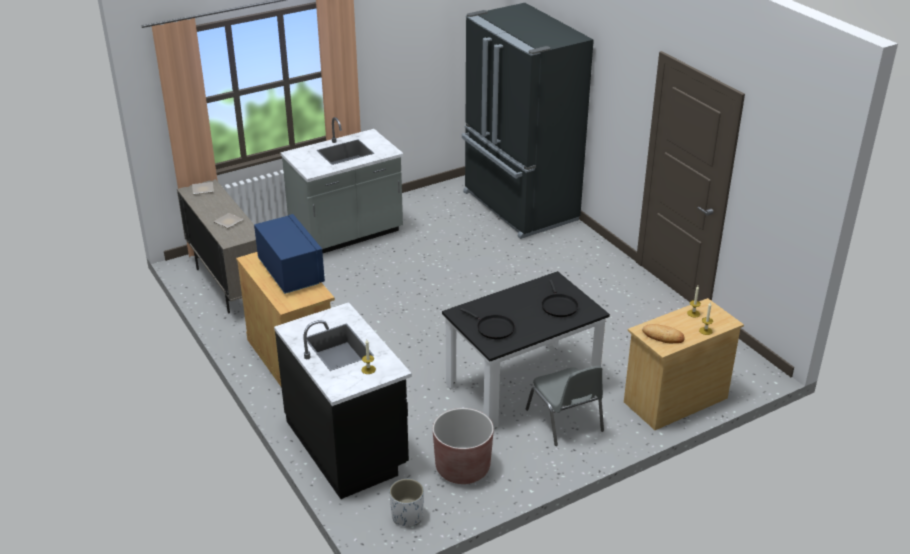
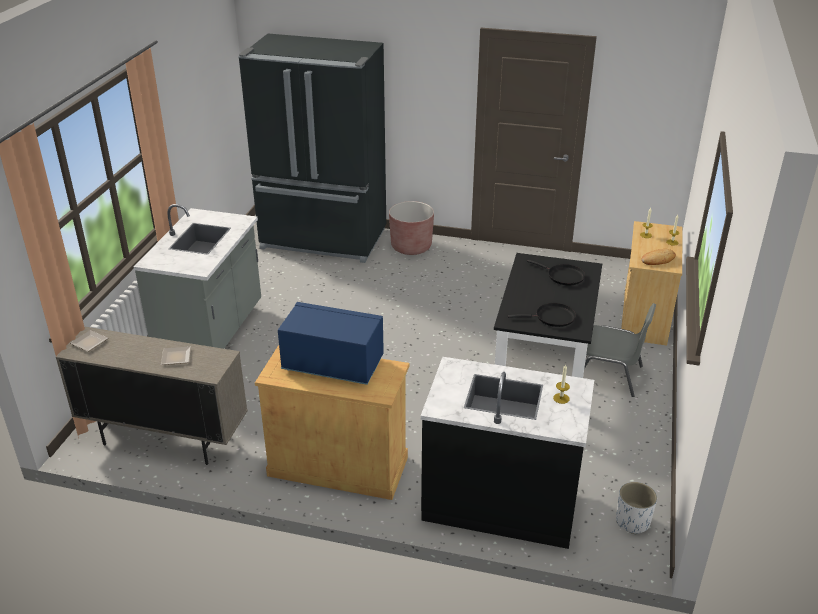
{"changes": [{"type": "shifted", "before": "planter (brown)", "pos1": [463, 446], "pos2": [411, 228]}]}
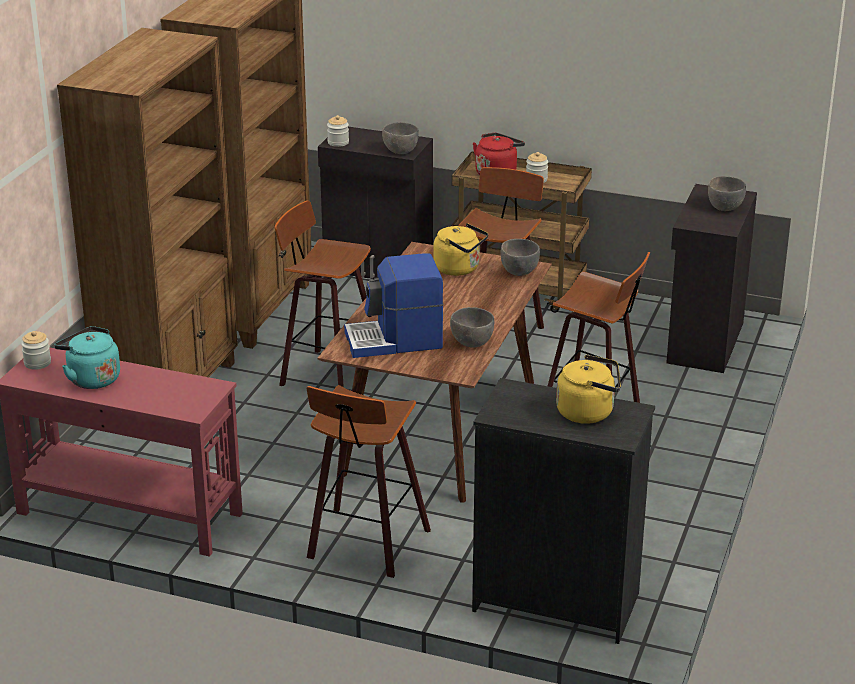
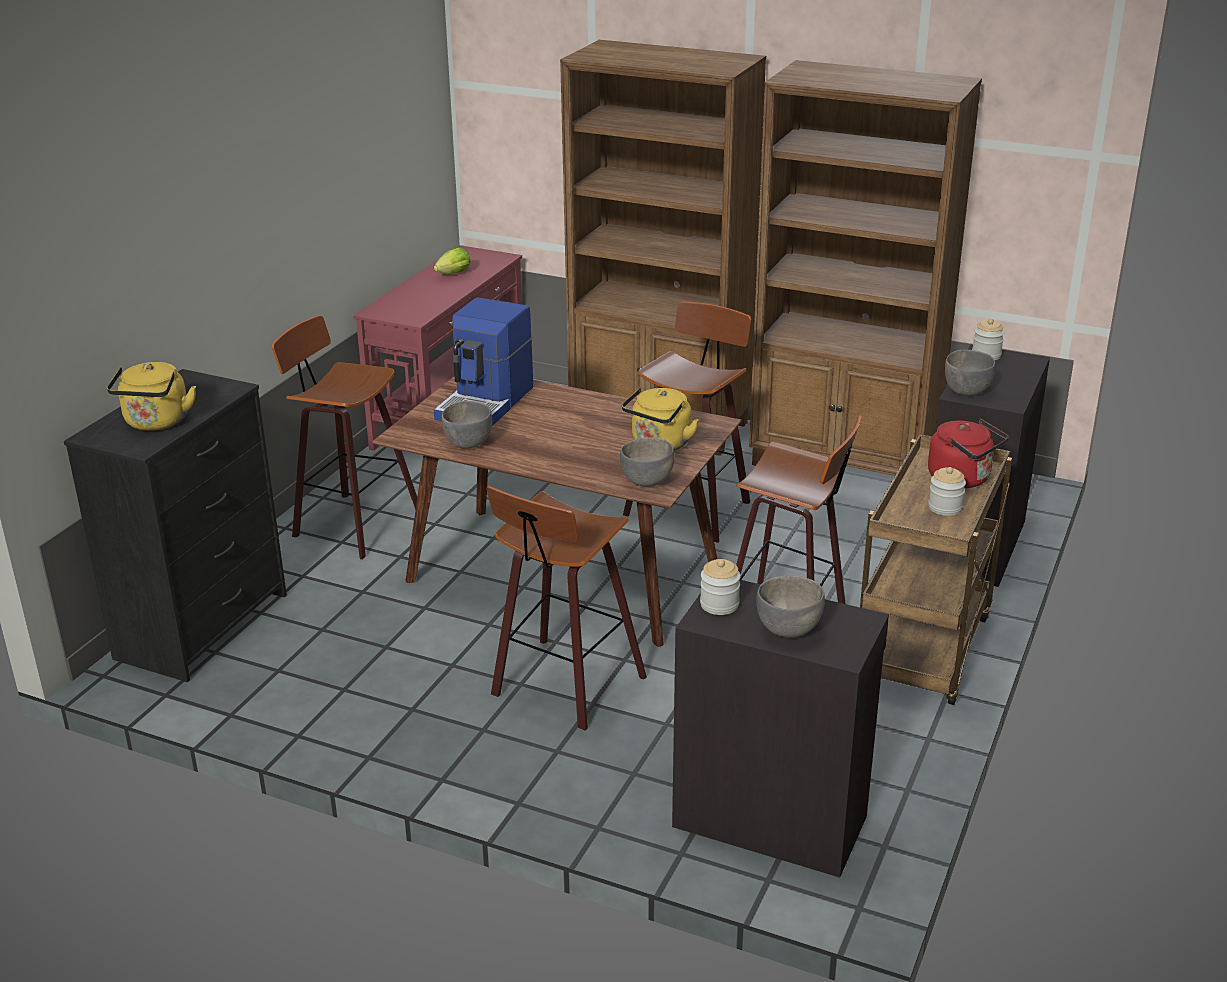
{"changes": [{"type": "rotated", "before": "coffee machine", "pos1": [393, 305], "pos2": [483, 361], "turn": -150}, {"type": "swapped", "before": "kettle (turquoise)", "after": "lettuce", "pos1": [87, 357], "pos2": [452, 260]}, {"type": "shifted", "before": "jar", "pos1": [36, 350], "pos2": [720, 587]}]}
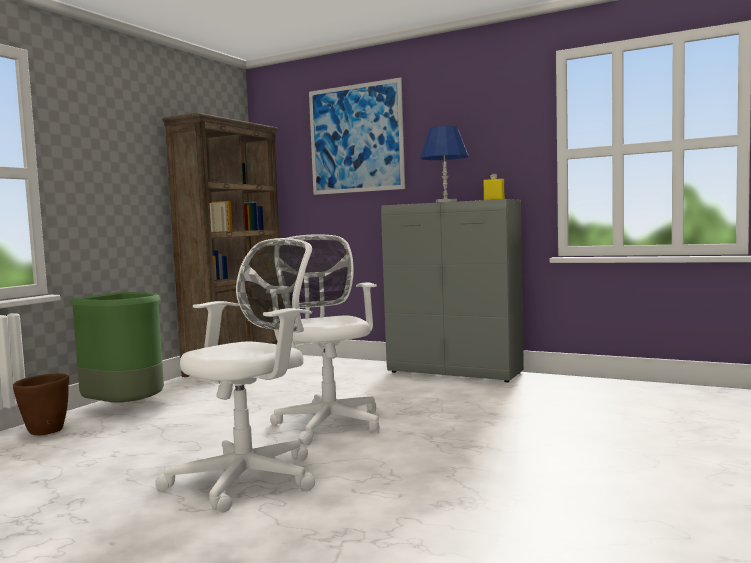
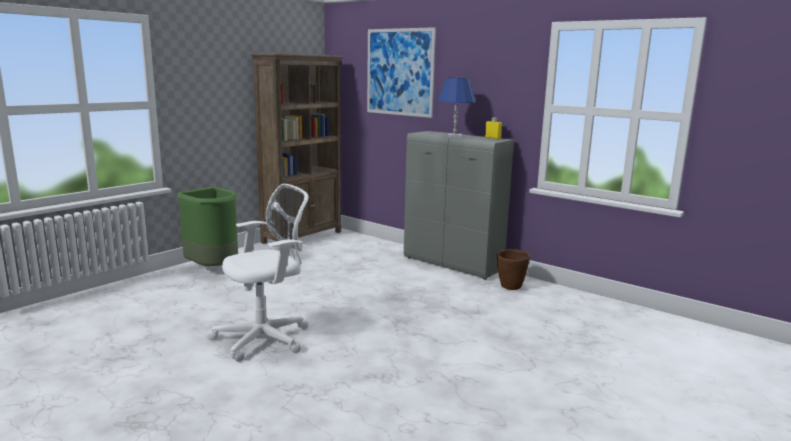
{"changes": [{"type": "gone", "before": "office chair (white)", "pos1": [325, 339]}, {"type": "shifted", "before": "planter (brown)", "pos1": [41, 404], "pos2": [513, 269]}]}
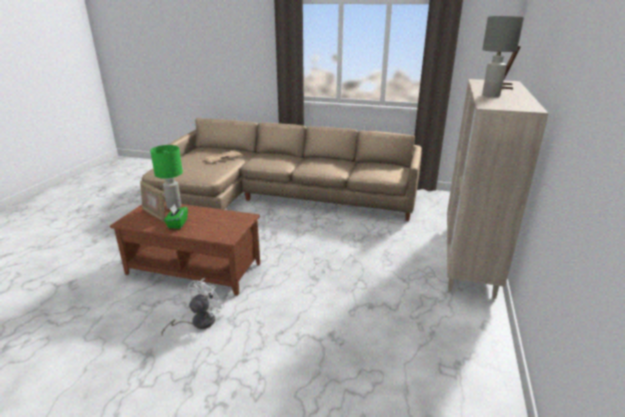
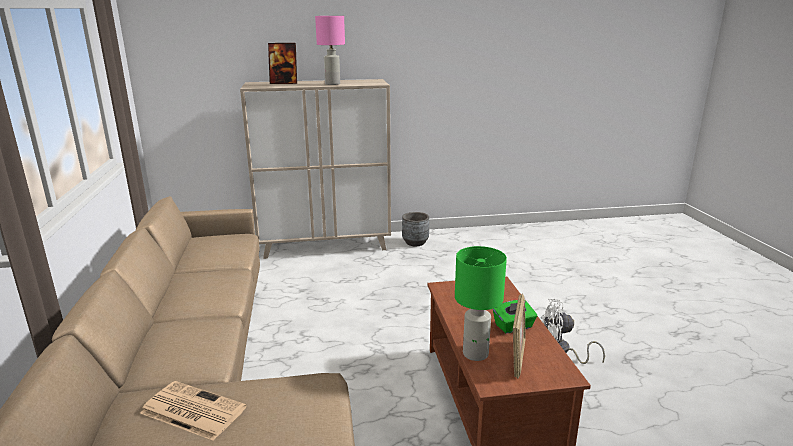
{"changes": [{"type": "repainted", "before": "table lamp (grey)", "after": "table lamp (pink)", "pos1": [503, 56], "pos2": [330, 50]}, {"type": "new", "after": "planter (grey)", "pos2": [415, 229]}]}
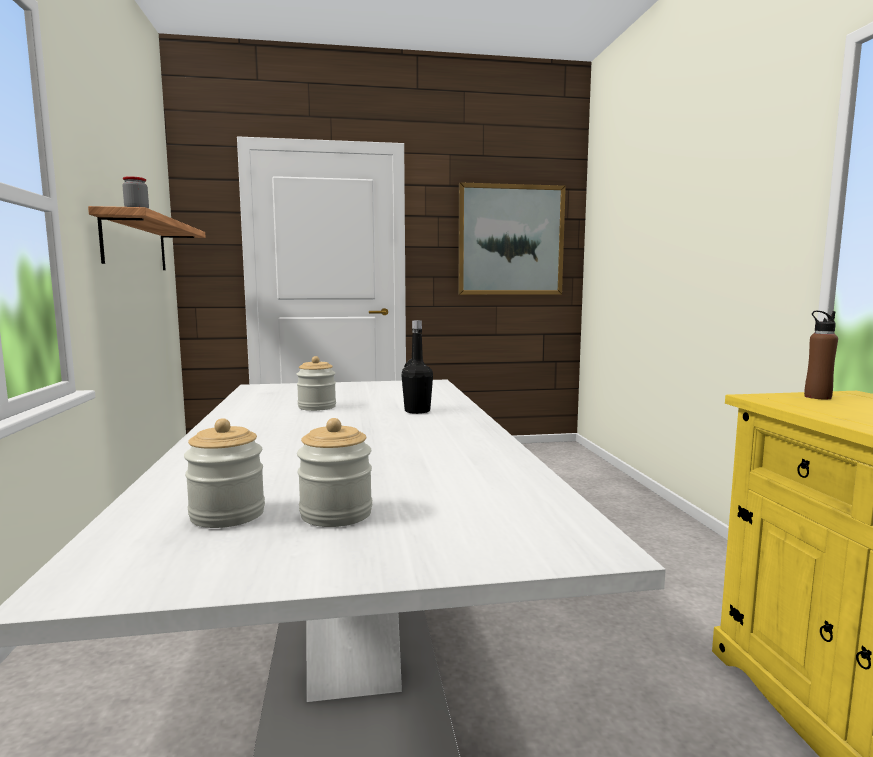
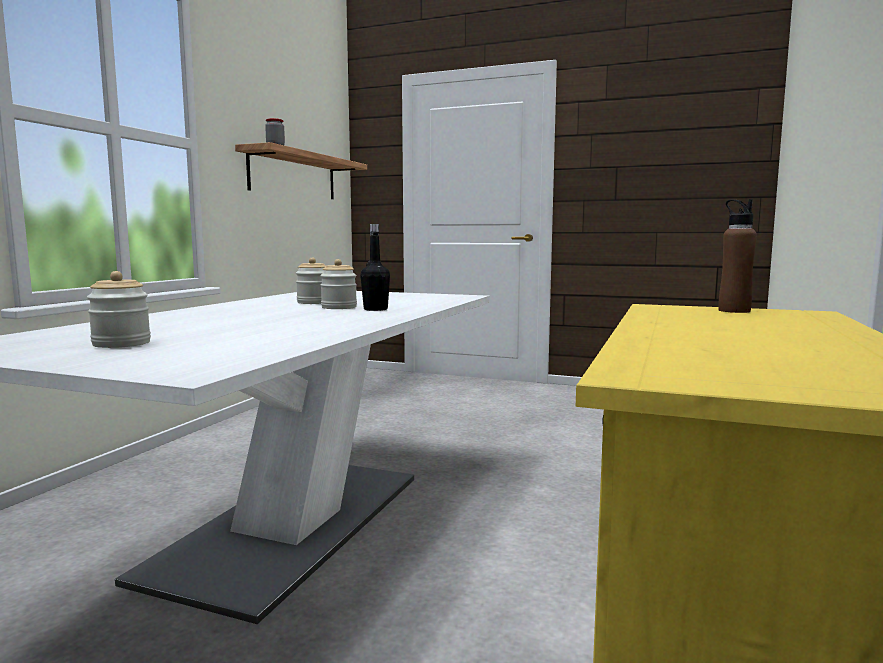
{"changes": [{"type": "gone", "before": "picture", "pos1": [512, 238]}, {"type": "shifted", "before": "jar", "pos1": [224, 473], "pos2": [338, 284]}]}
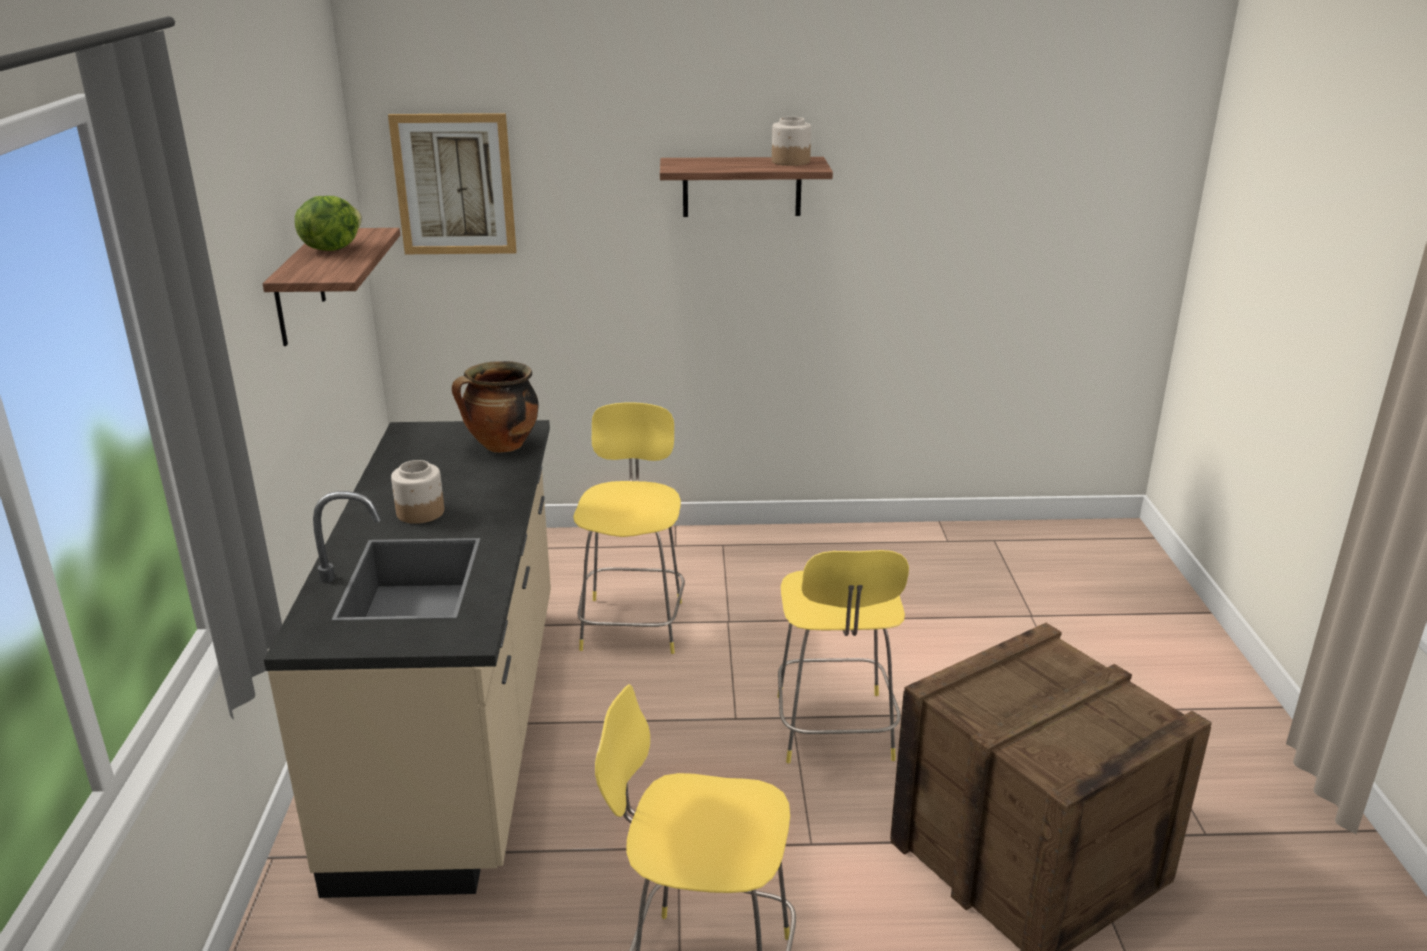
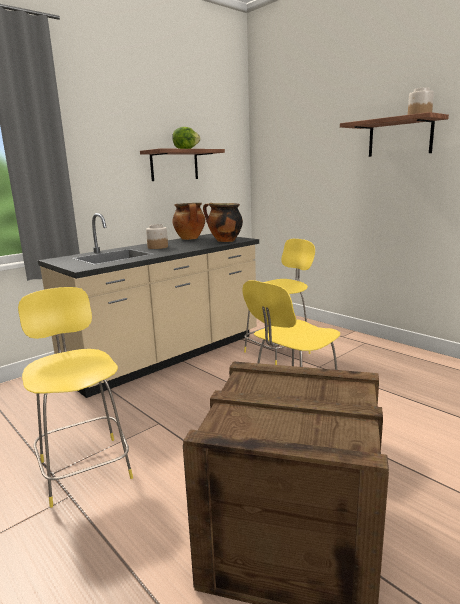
{"changes": [{"type": "gone", "before": "picture", "pos1": [452, 183]}, {"type": "new", "after": "cooking pot", "pos2": [189, 221]}]}
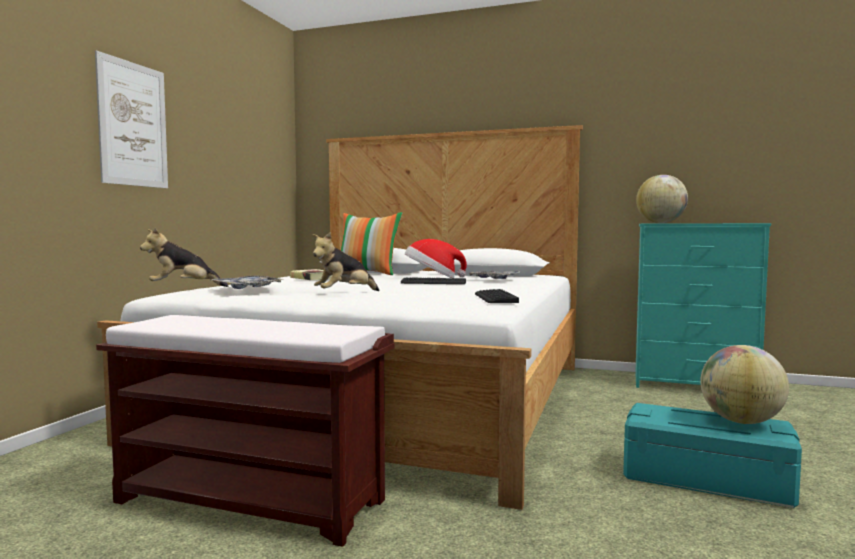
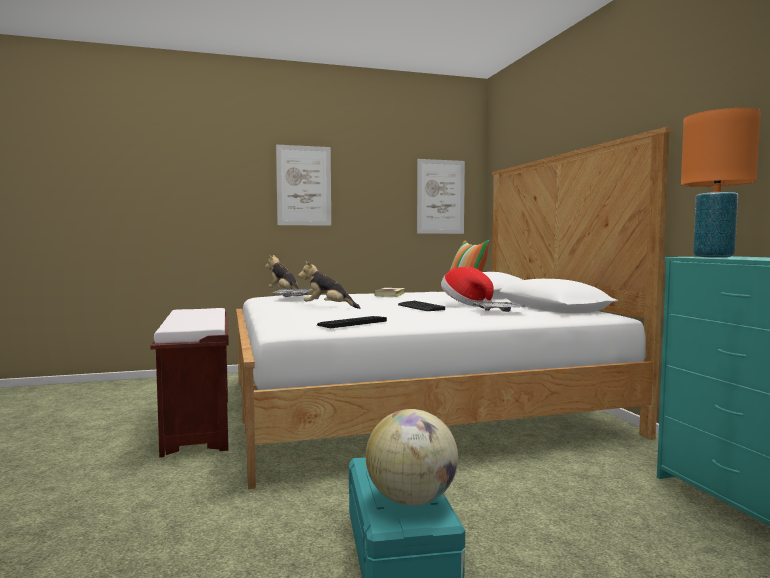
{"changes": [{"type": "swapped", "before": "globe", "after": "table lamp (orange)", "pos1": [662, 199], "pos2": [721, 182]}, {"type": "new", "after": "picture", "pos2": [441, 196]}]}
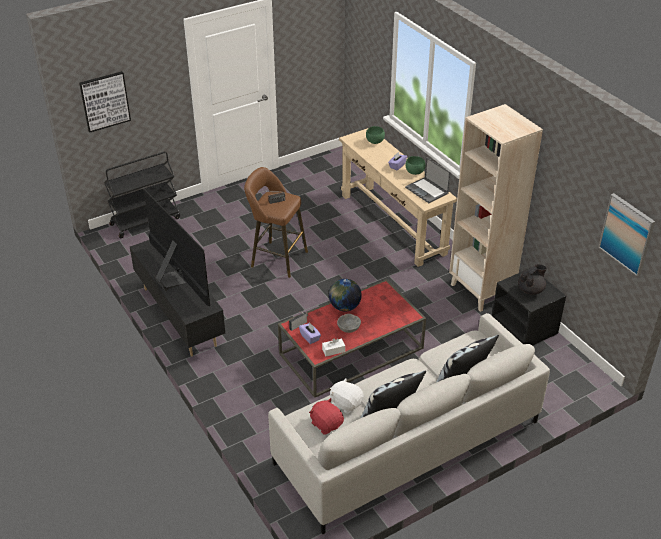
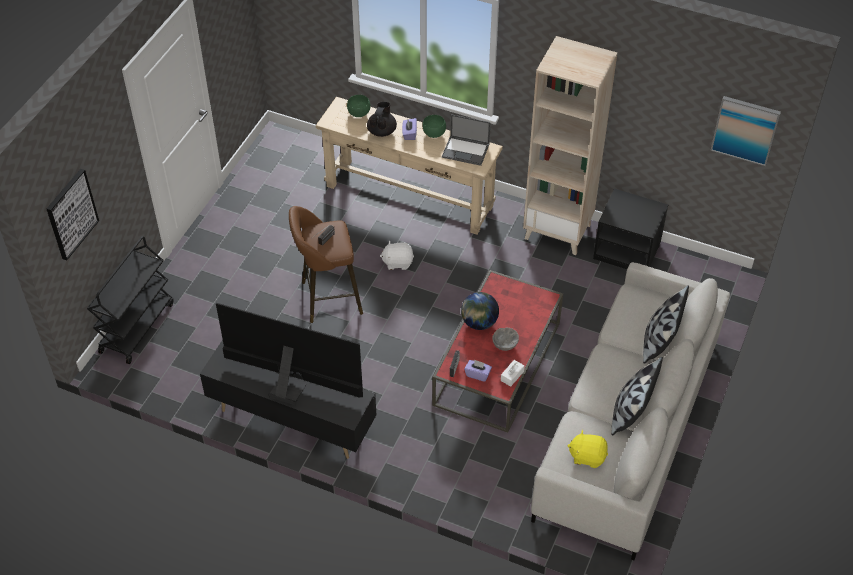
{"changes": [{"type": "shifted", "before": "teapot (black)", "pos1": [532, 279], "pos2": [382, 119]}, {"type": "shifted", "before": "plush toy (white)", "pos1": [347, 396], "pos2": [397, 255]}, {"type": "repainted", "before": "plush toy (red)", "after": "plush toy (yellow)", "pos1": [326, 416], "pos2": [587, 449]}]}
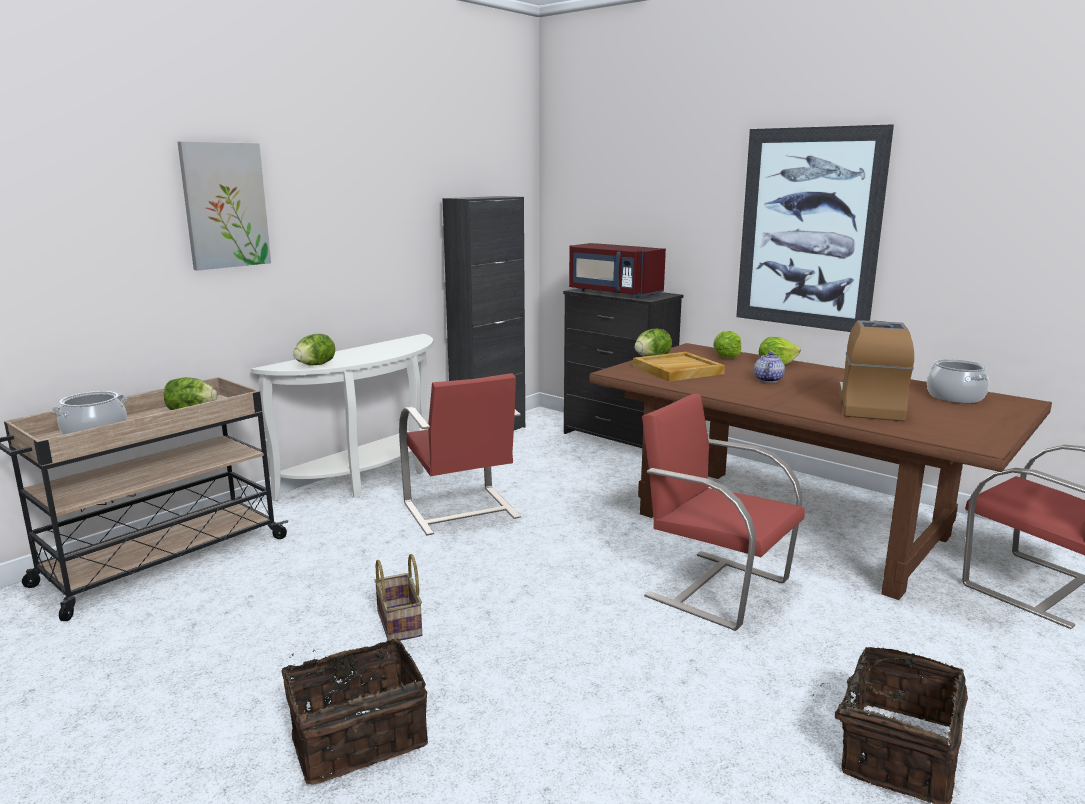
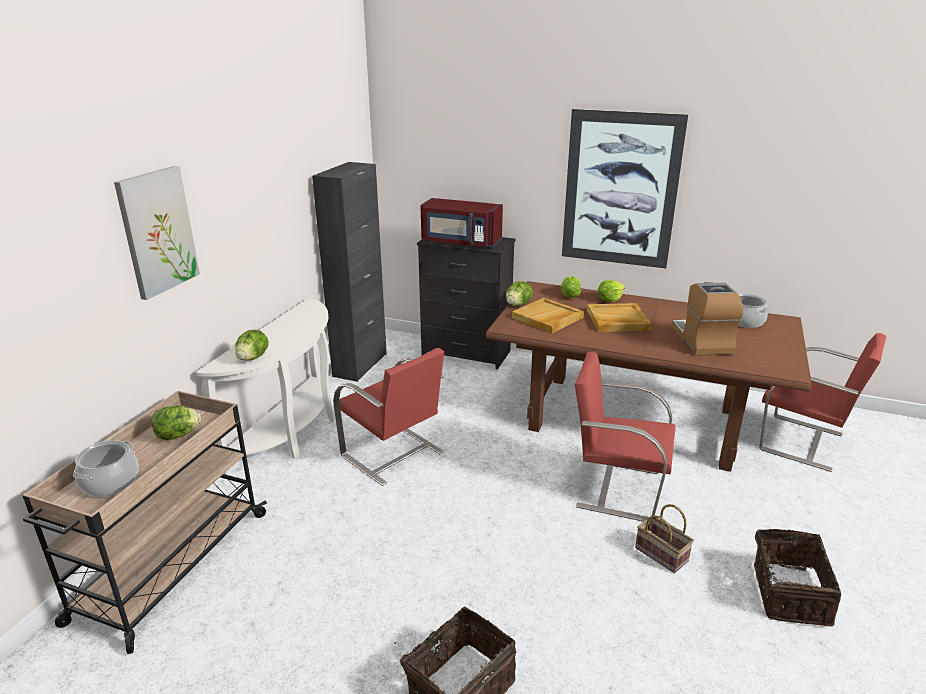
{"changes": [{"type": "swapped", "before": "teapot", "after": "tray (beige)", "pos1": [769, 367], "pos2": [619, 317]}, {"type": "shifted", "before": "basket", "pos1": [398, 597], "pos2": [664, 538]}]}
